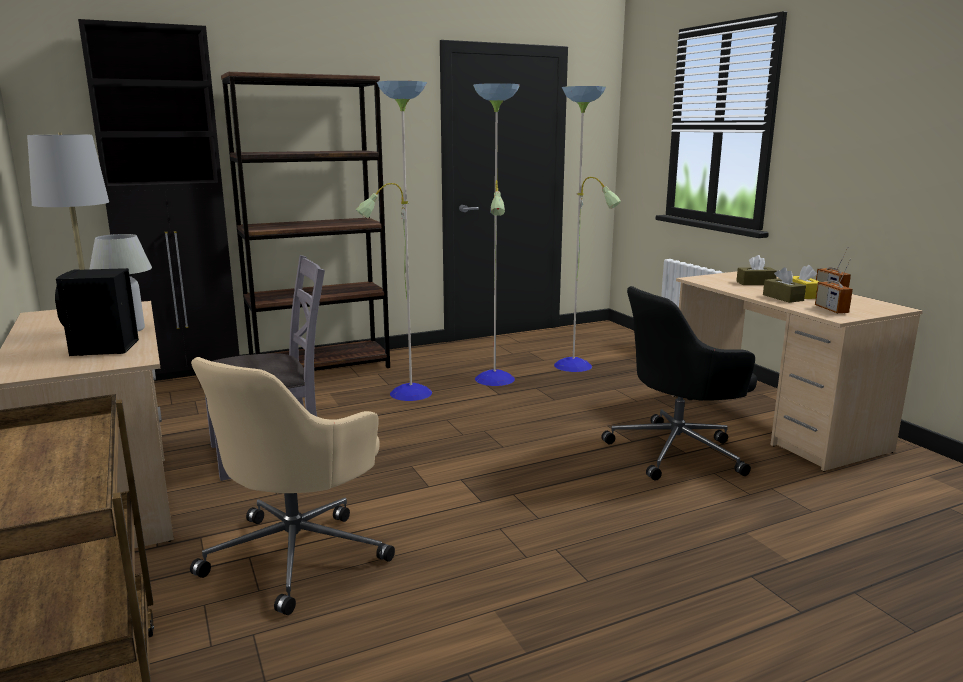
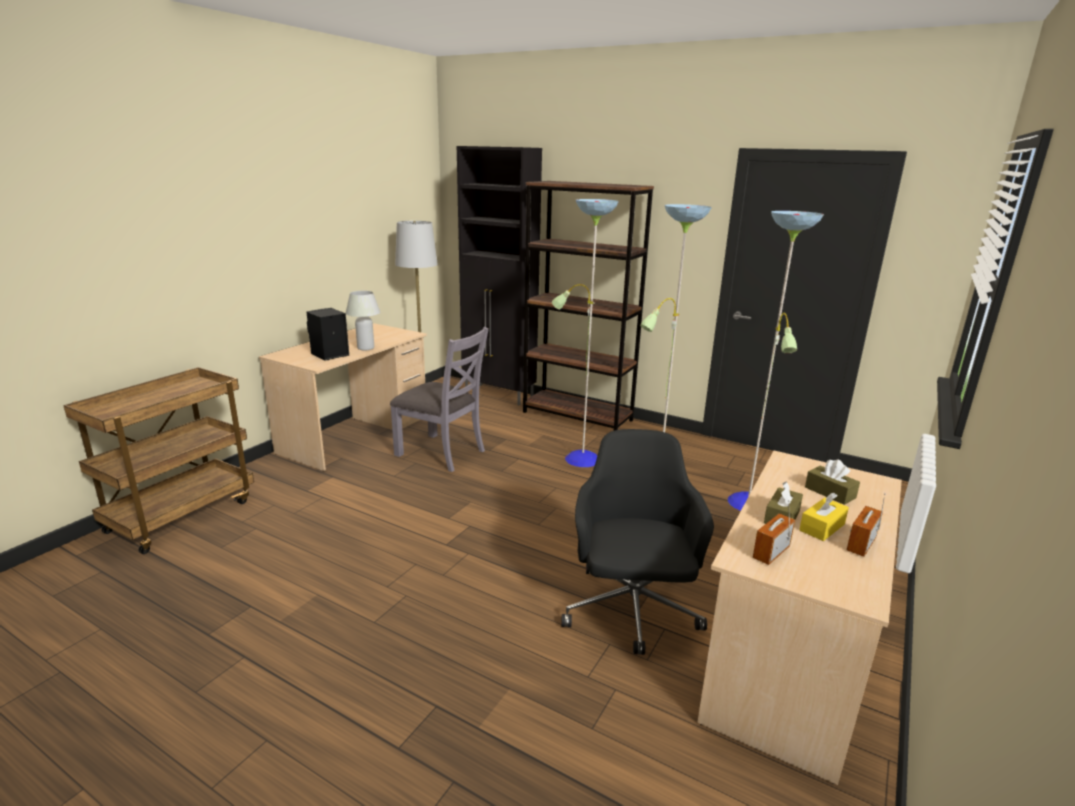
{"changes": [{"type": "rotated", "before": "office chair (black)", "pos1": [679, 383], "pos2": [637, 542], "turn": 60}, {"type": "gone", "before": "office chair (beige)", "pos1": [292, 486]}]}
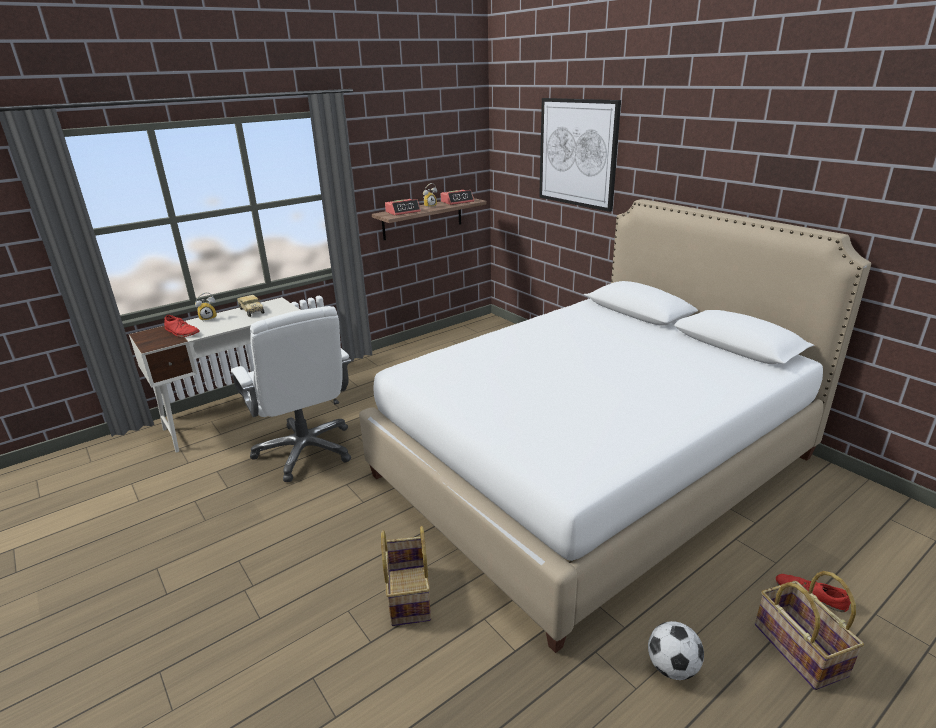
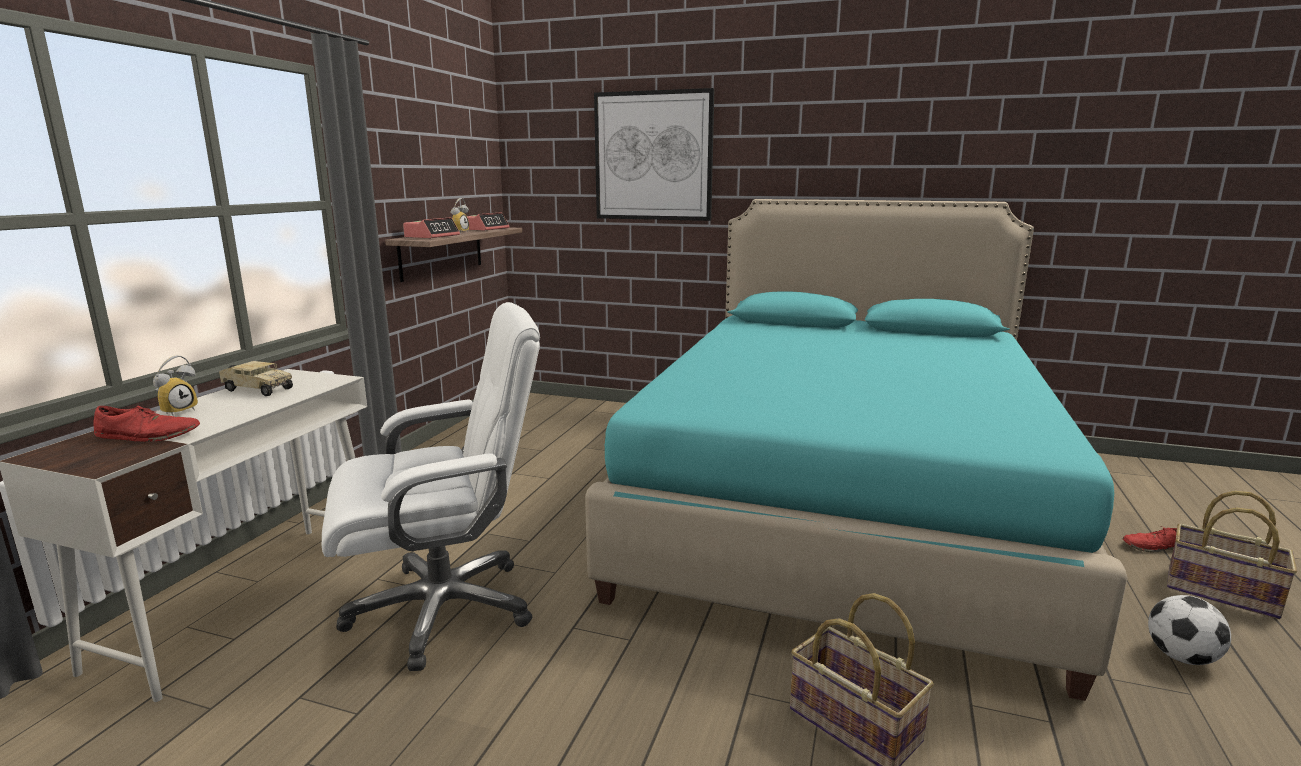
{"changes": [{"type": "repainted", "before": "bed (white)", "after": "bed (turquoise)", "pos1": [615, 426], "pos2": [856, 450]}, {"type": "rotated", "before": "office chair (white)", "pos1": [291, 394], "pos2": [431, 486], "turn": -45}]}
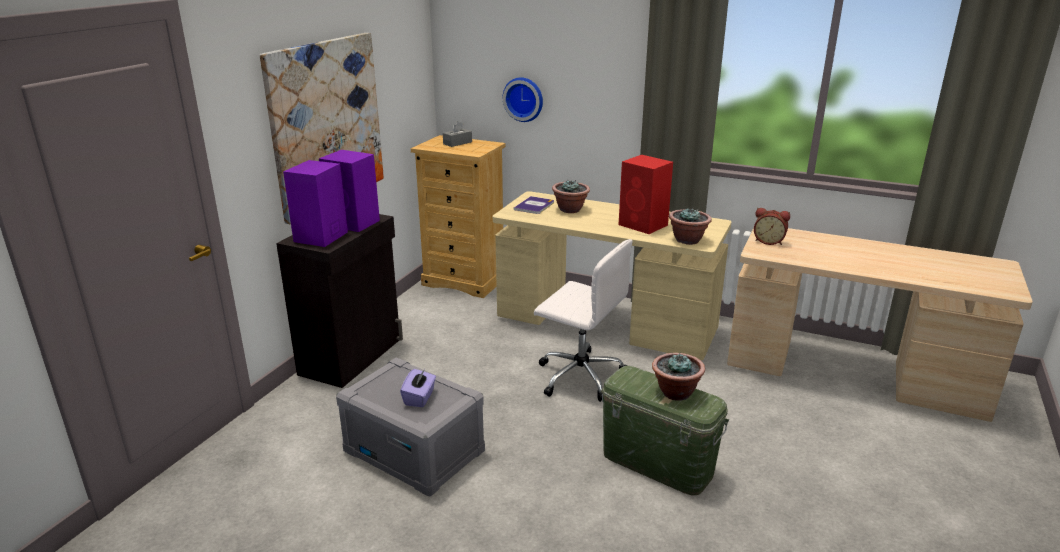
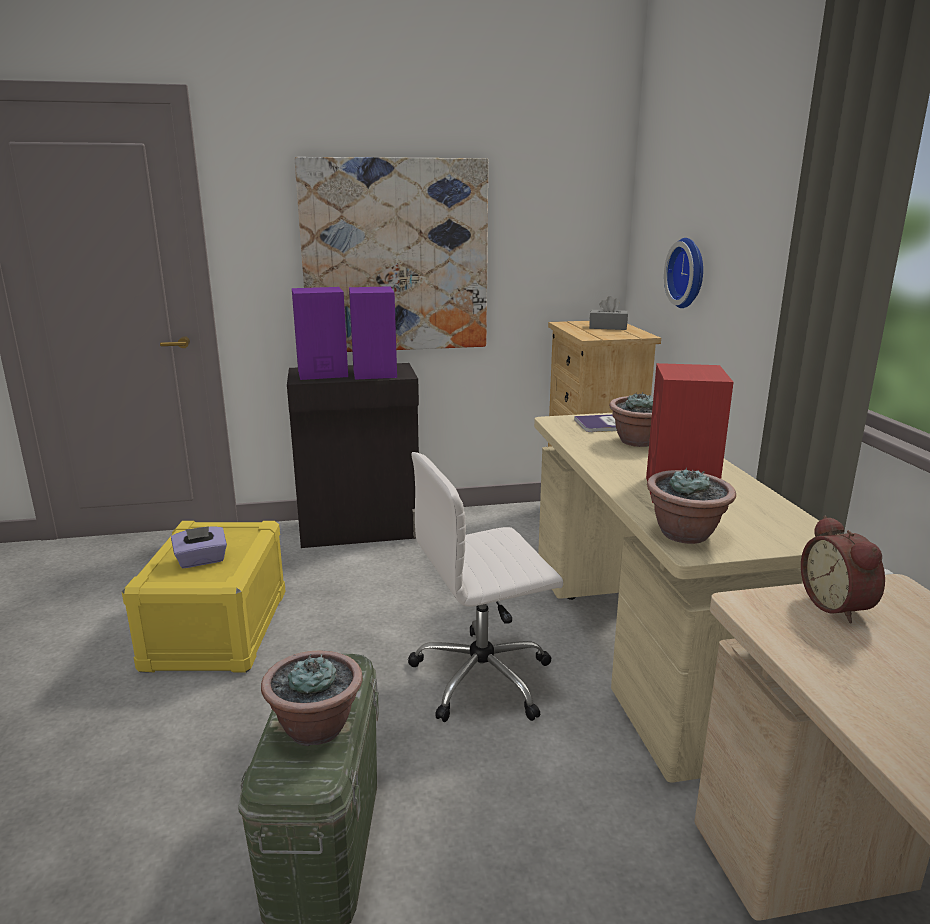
{"changes": [{"type": "rotated", "before": "office chair (white)", "pos1": [583, 320], "pos2": [485, 587], "turn": 75}, {"type": "repainted", "before": "storage box (grey)", "after": "storage box (yellow)", "pos1": [410, 426], "pos2": [203, 597]}]}
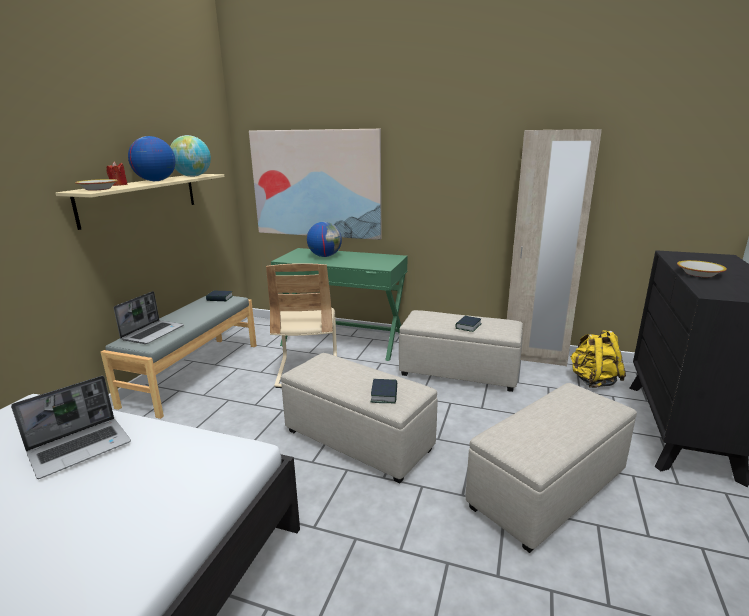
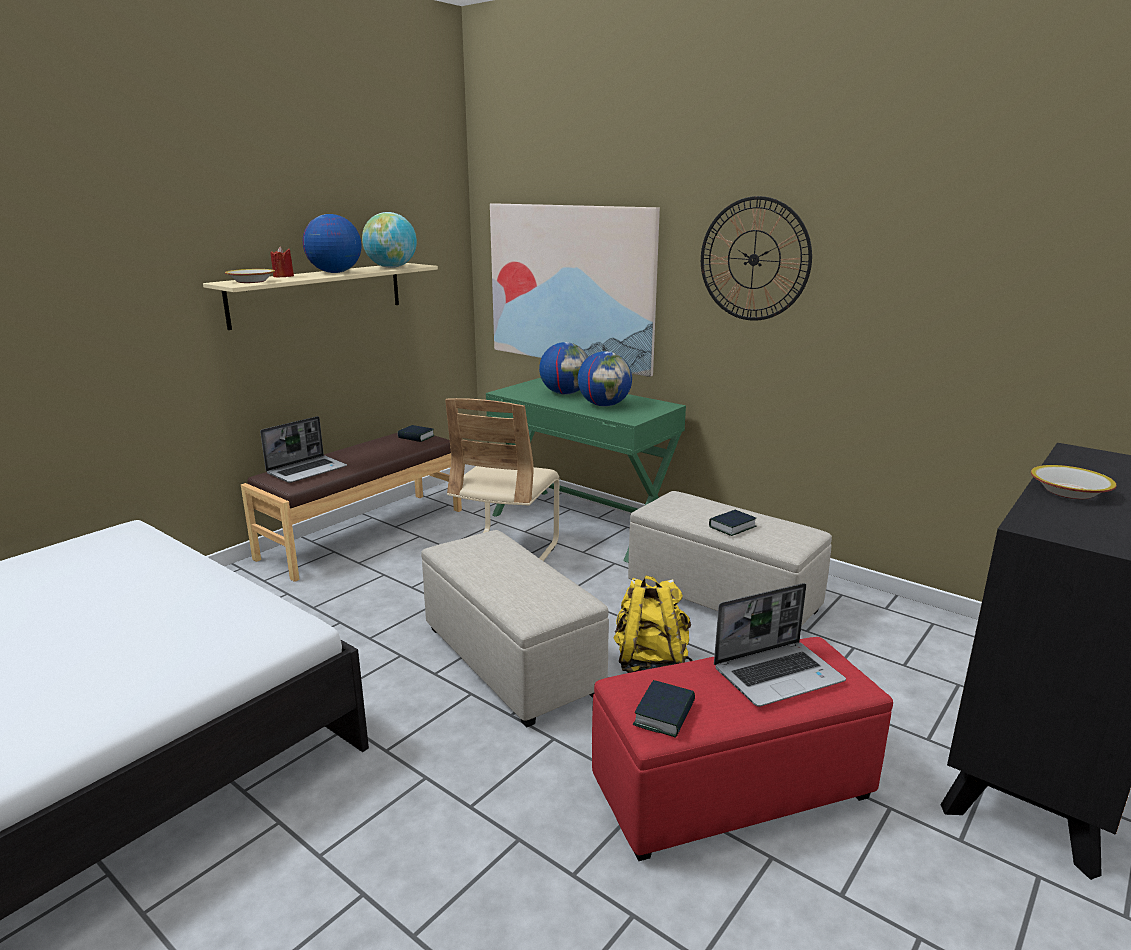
{"changes": [{"type": "gone", "before": "wardrobe (beige)", "pos1": [554, 247]}, {"type": "repainted", "before": "bench (grey)", "after": "bench (brown)", "pos1": [179, 357], "pos2": [351, 507]}, {"type": "shifted", "before": "backpack (yellow)", "pos1": [598, 359], "pos2": [653, 624]}, {"type": "shifted", "before": "laptop", "pos1": [71, 427], "pos2": [780, 645]}, {"type": "shifted", "before": "book", "pos1": [384, 391], "pos2": [664, 709]}, {"type": "repainted", "before": "ottoman (beige)", "after": "ottoman (red)", "pos1": [551, 468], "pos2": [742, 749]}, {"type": "new", "after": "wall clock", "pos2": [756, 258]}, {"type": "new", "after": "globe", "pos2": [605, 379]}]}
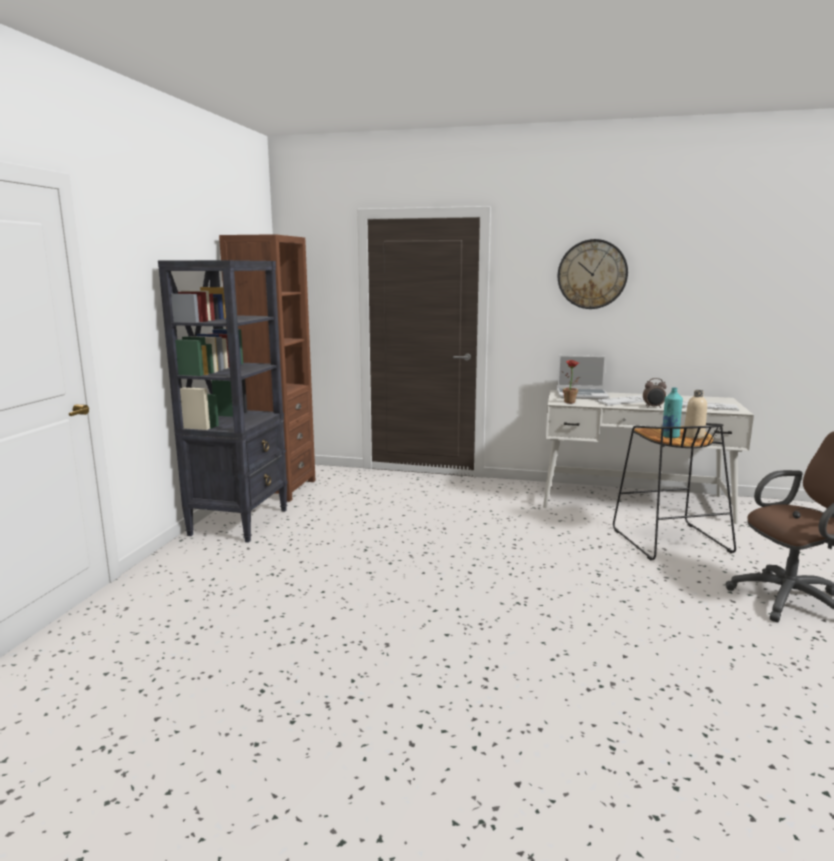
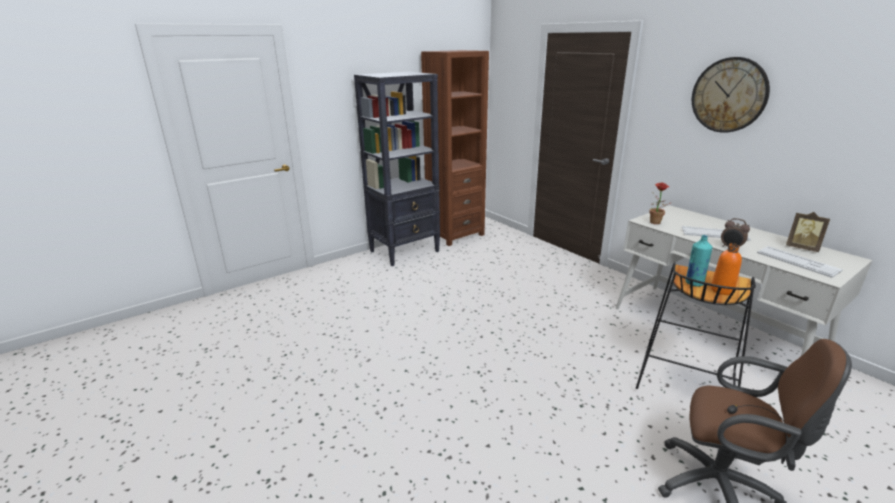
{"changes": [{"type": "gone", "before": "laptop", "pos1": [583, 377]}, {"type": "repainted", "before": "bottle (beige)", "after": "bottle (orange)", "pos1": [695, 414], "pos2": [726, 269]}, {"type": "new", "after": "picture frame", "pos2": [808, 232]}]}
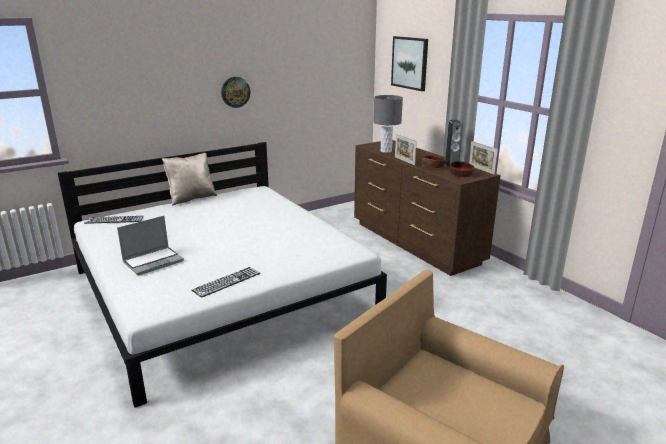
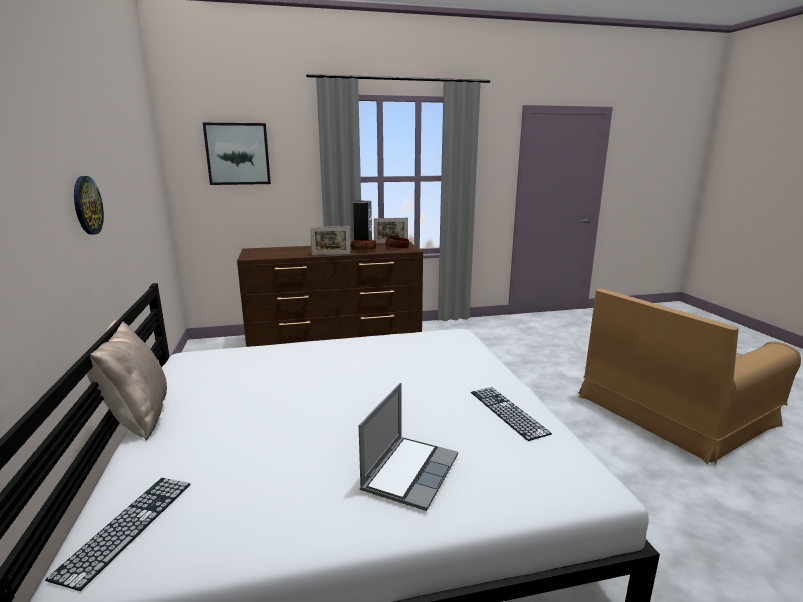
{"changes": [{"type": "gone", "before": "table lamp (grey)", "pos1": [388, 124]}, {"type": "rotated", "before": "laptop", "pos1": [150, 245], "pos2": [408, 447], "turn": 45}]}
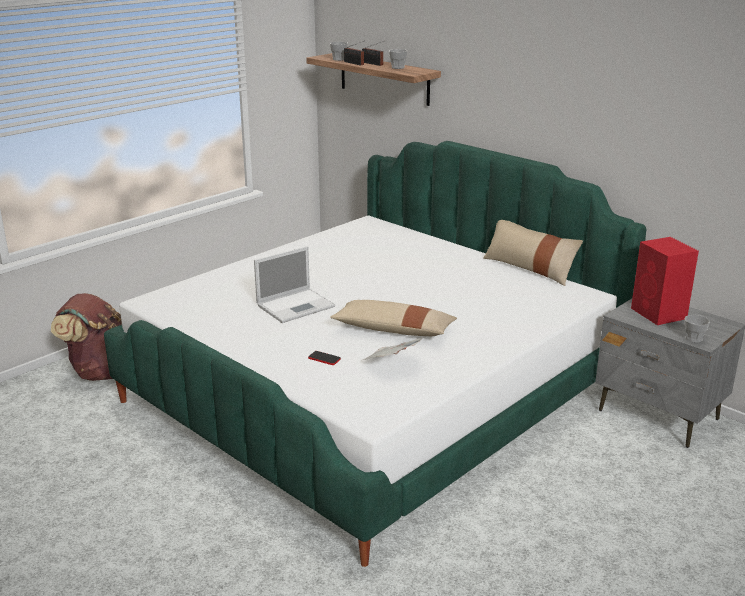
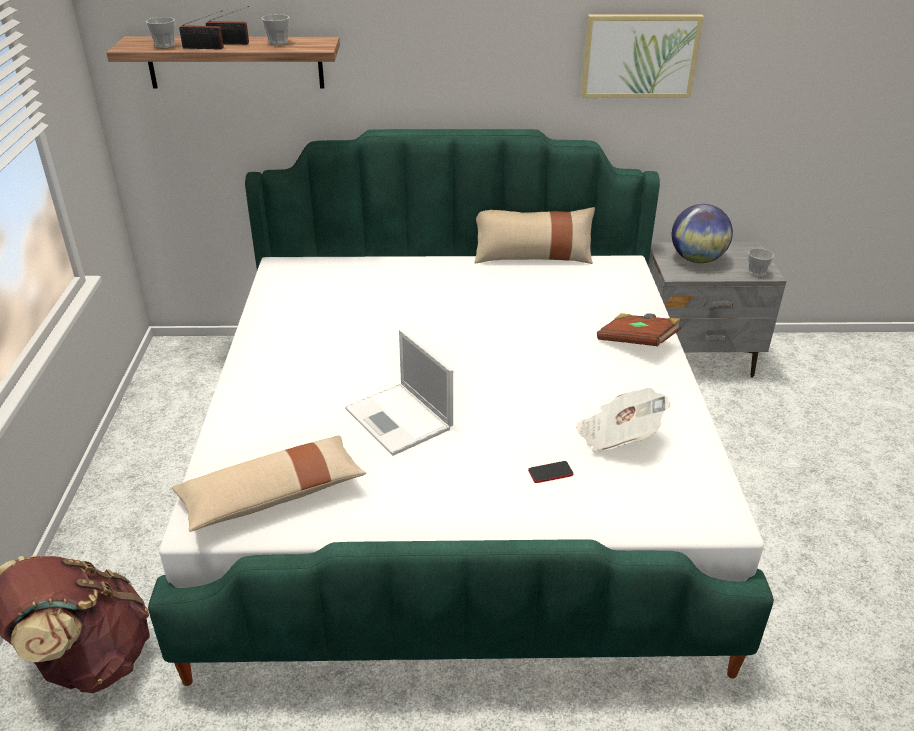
{"changes": [{"type": "swapped", "before": "speaker (red)", "after": "globe", "pos1": [665, 281], "pos2": [702, 233]}, {"type": "rotated", "before": "laptop", "pos1": [294, 284], "pos2": [399, 392], "turn": 135}, {"type": "shifted", "before": "pillow (beige)", "pos1": [393, 318], "pos2": [269, 483]}, {"type": "new", "after": "picture", "pos2": [642, 56]}, {"type": "new", "after": "book (brown)", "pos2": [639, 329]}]}
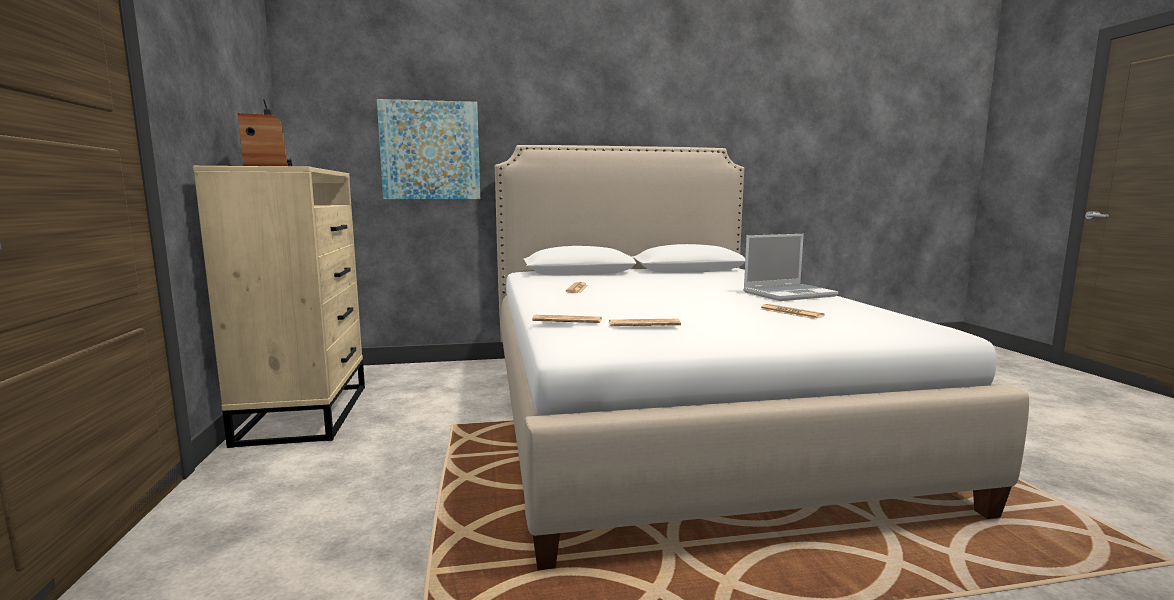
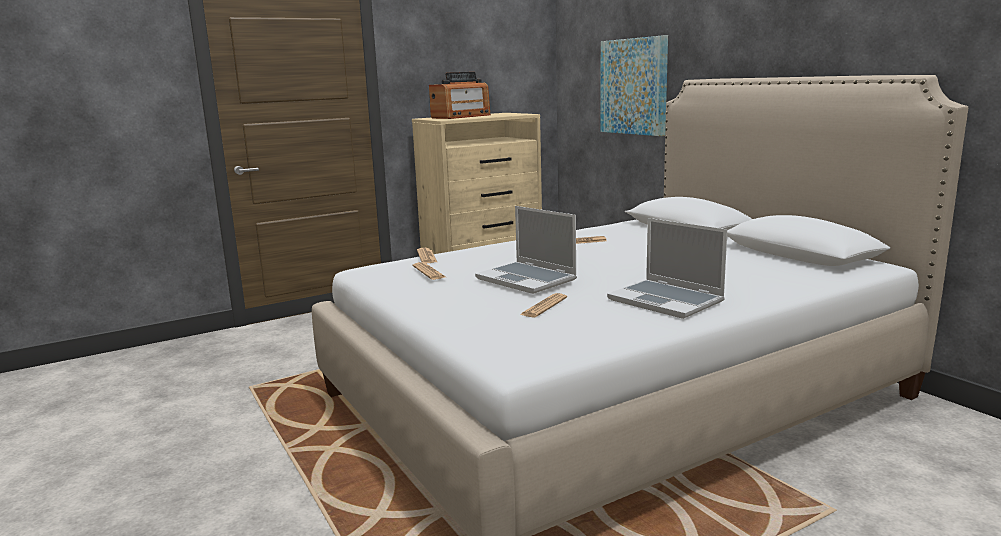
{"changes": [{"type": "new", "after": "laptop", "pos2": [526, 250]}]}
